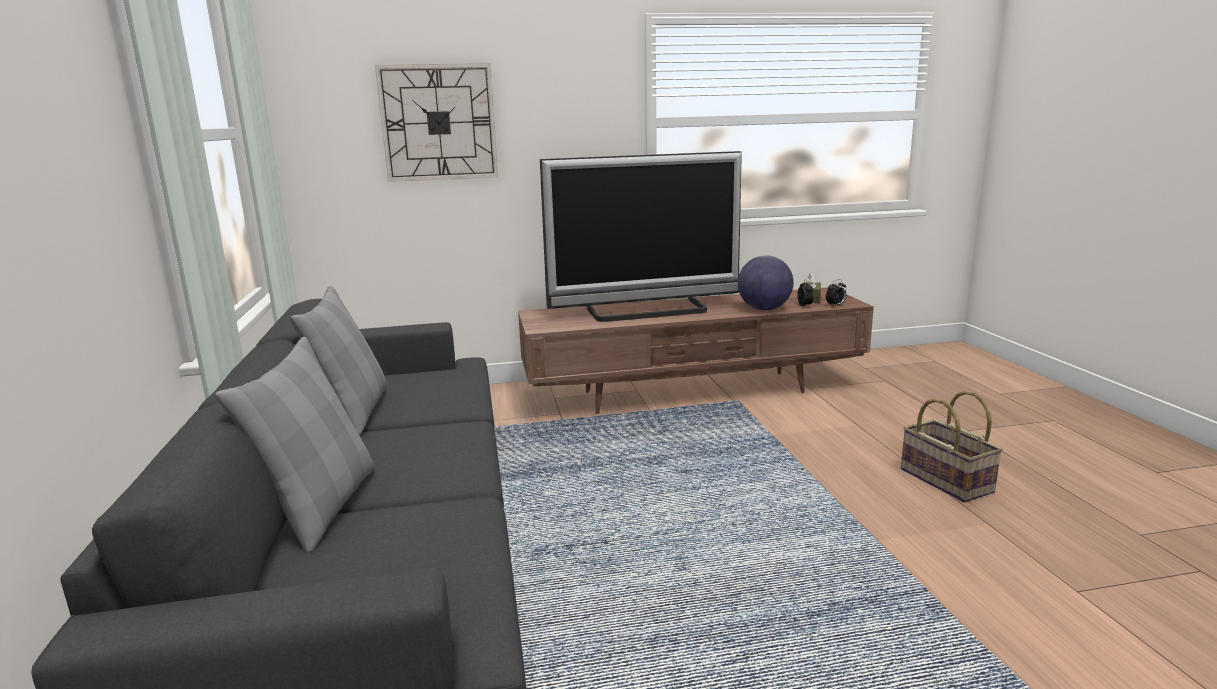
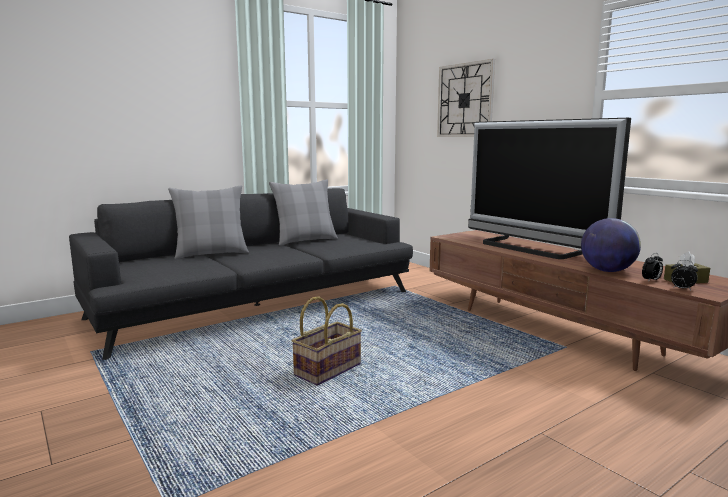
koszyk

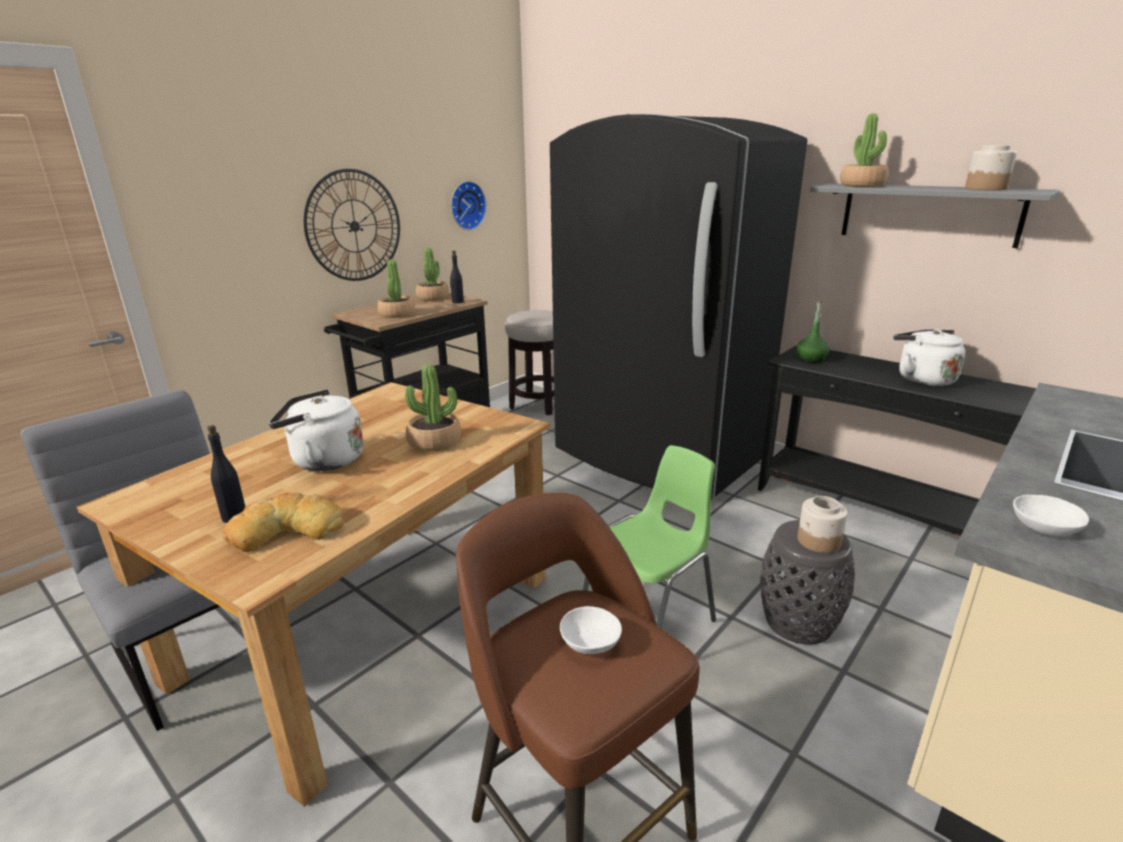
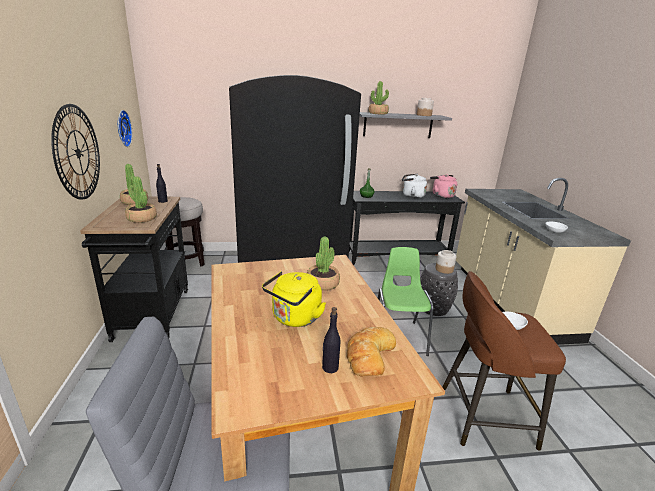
czajnik [żółty]; czajnik [różowy]

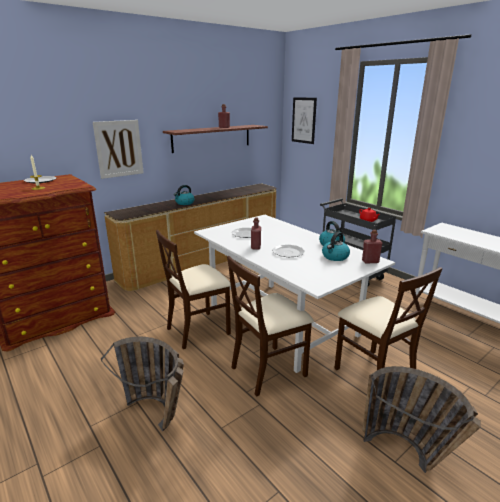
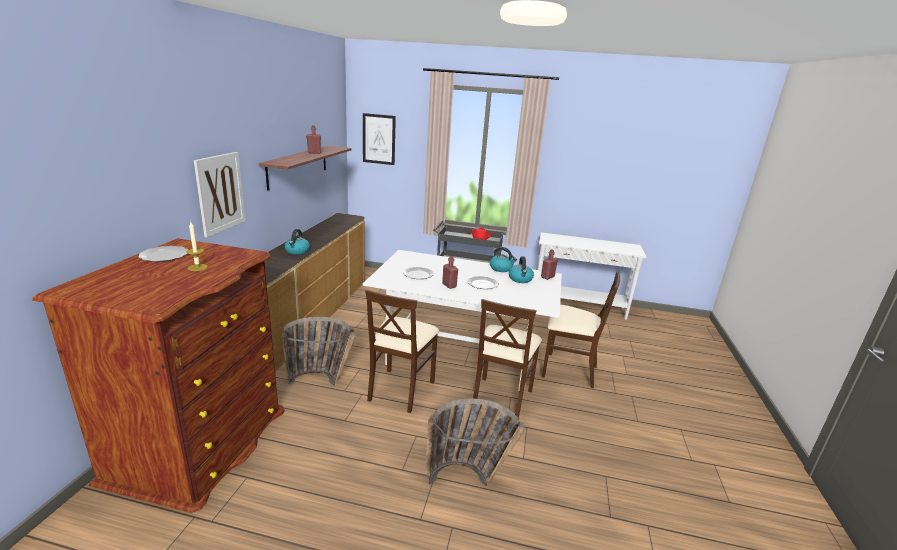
koszyk (1st from left)

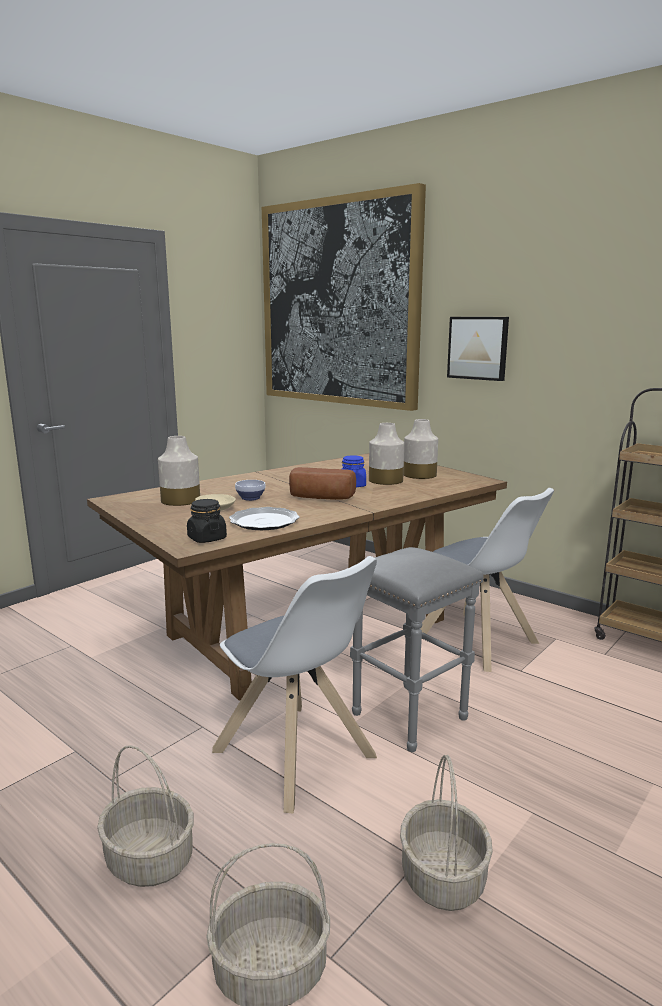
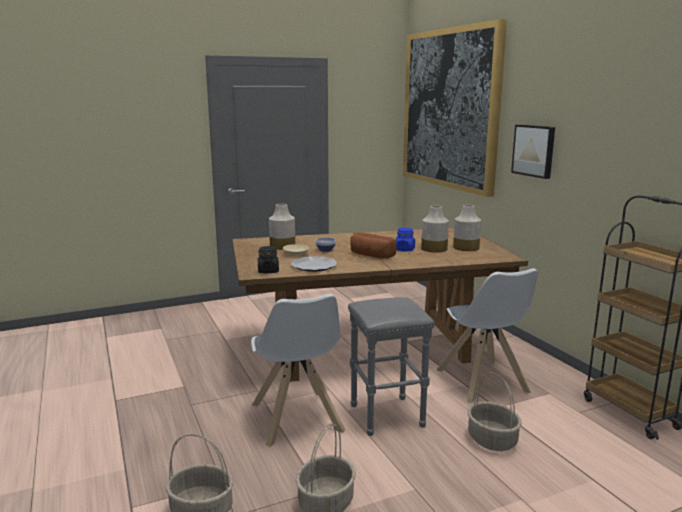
koszyk (3rd from left)

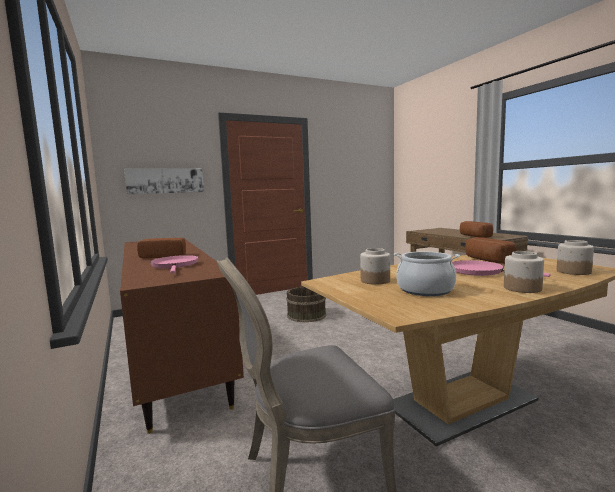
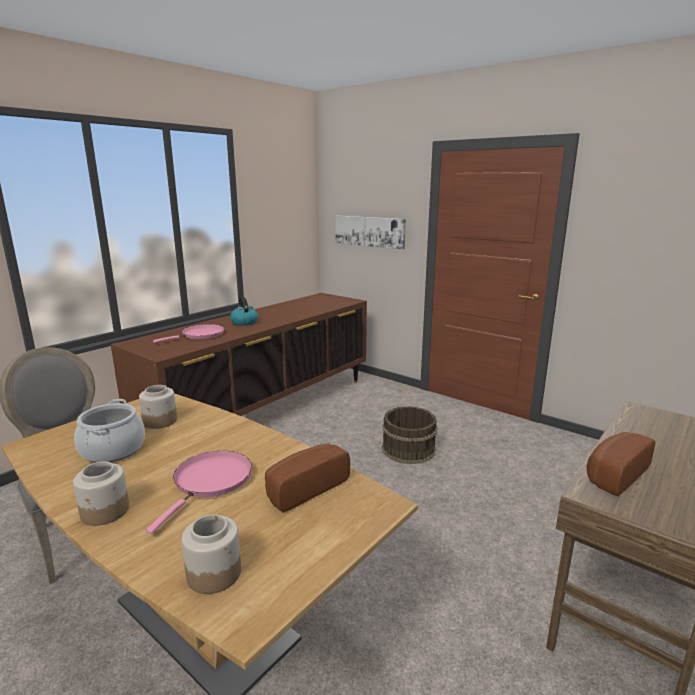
czajnik

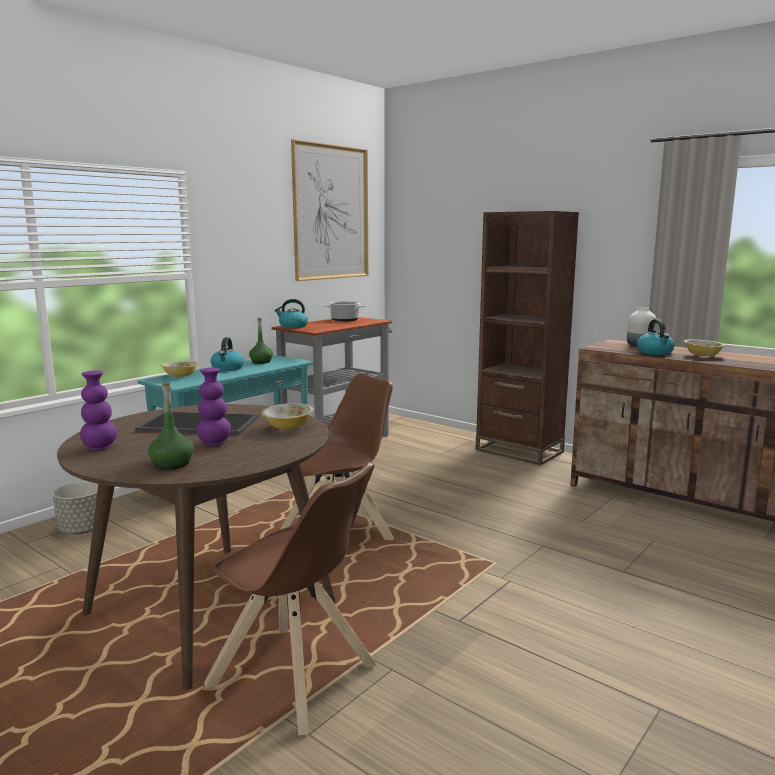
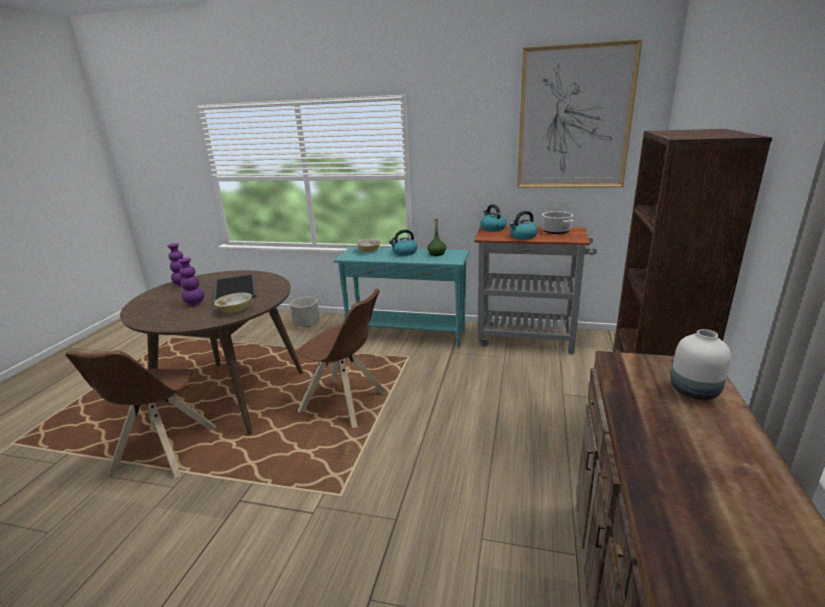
butelka [zielony] (1st from left in the first image); czajnik (3rd from left); miska (3rd from left in the first image)

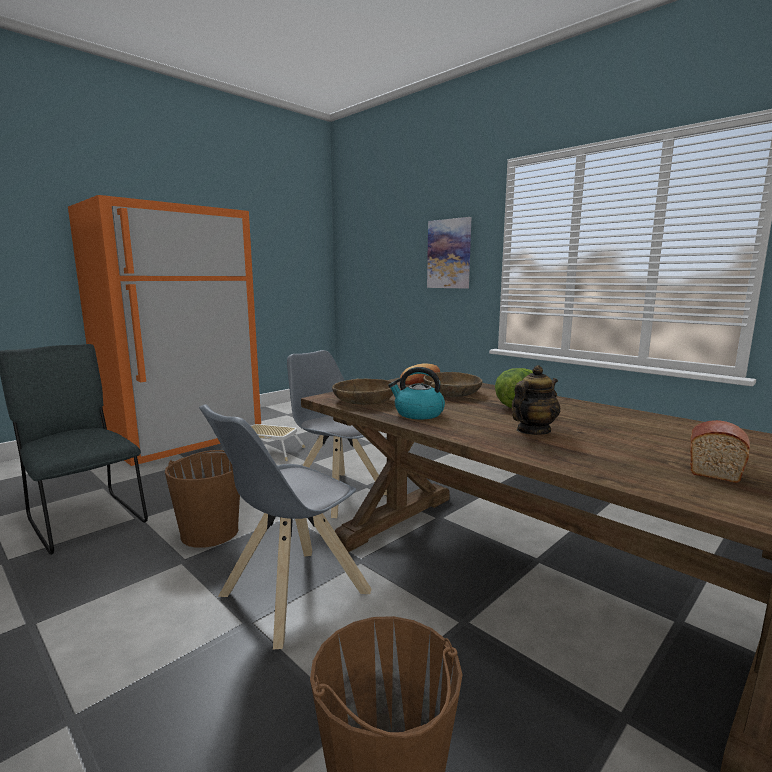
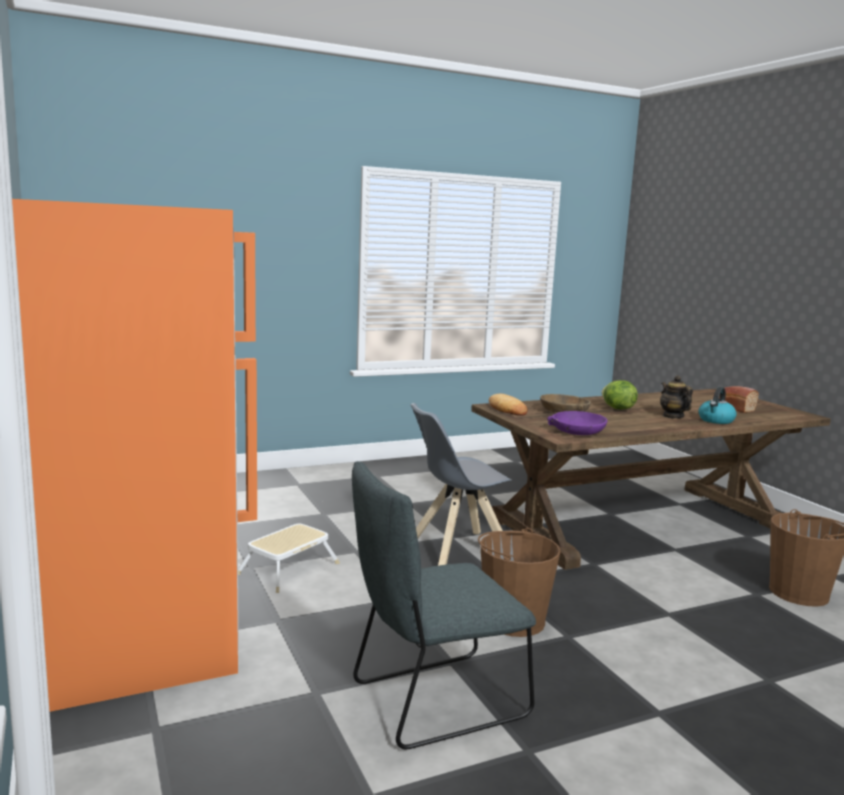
krzesło [szary] (2nd from left in the first image); miska [fioletowy]; czajnik; obraz

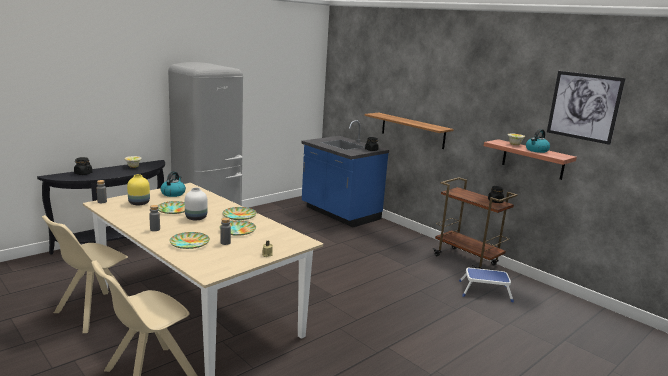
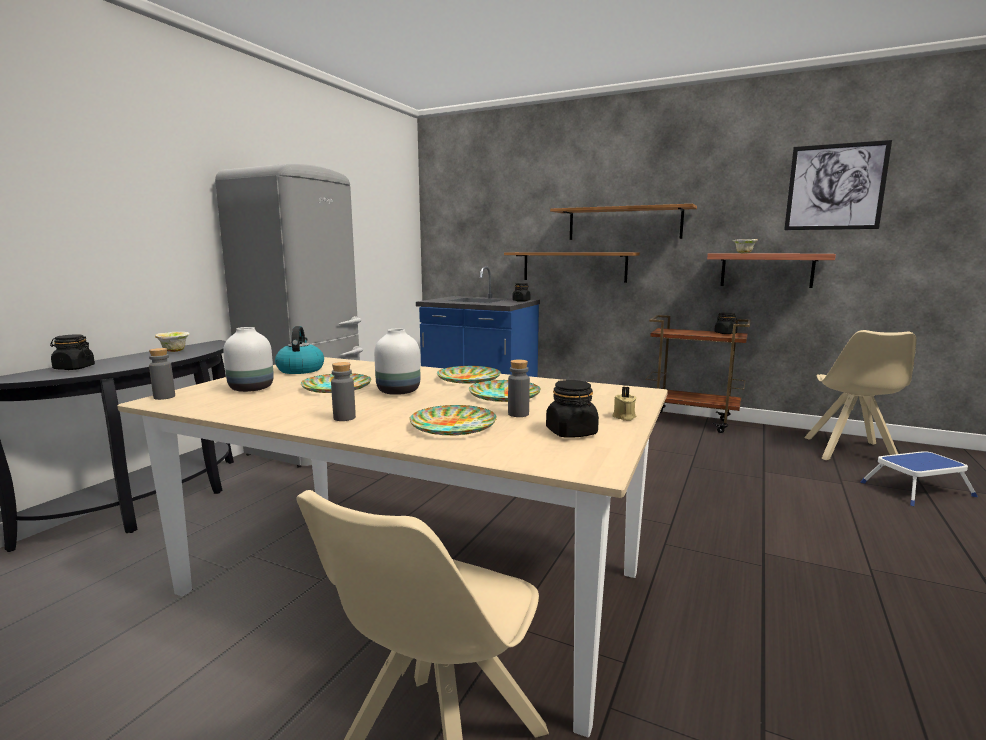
krzesło [beżowy] (2nd from left); wazon [biały] (1st from left); drabinka [niebieski]; czajnik (2nd from left in the first image); słoik [czarny] (3rd from left); półka (2nd from left)

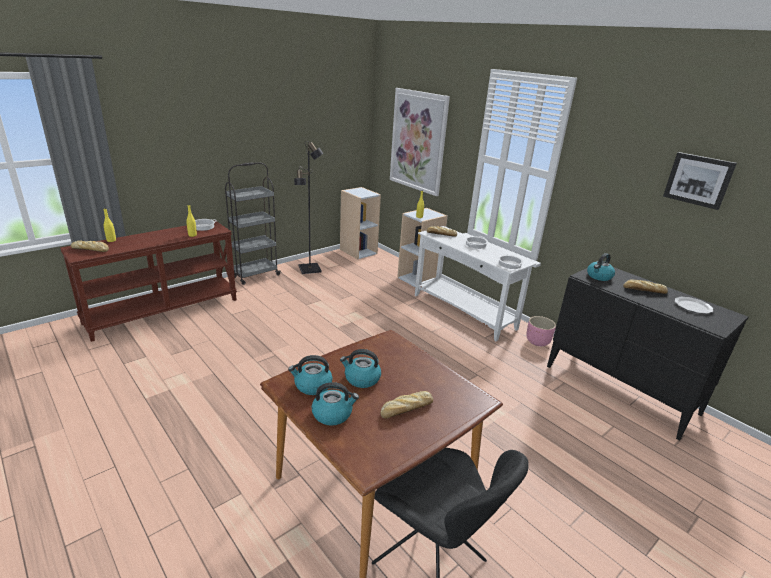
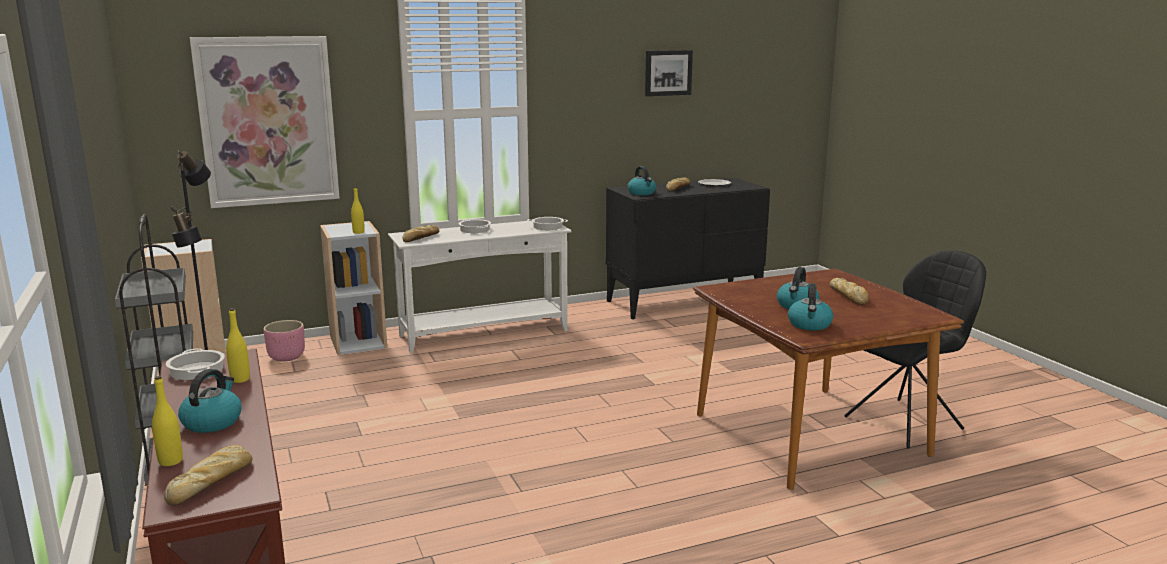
czajnik (1st from left); donica [różowy]

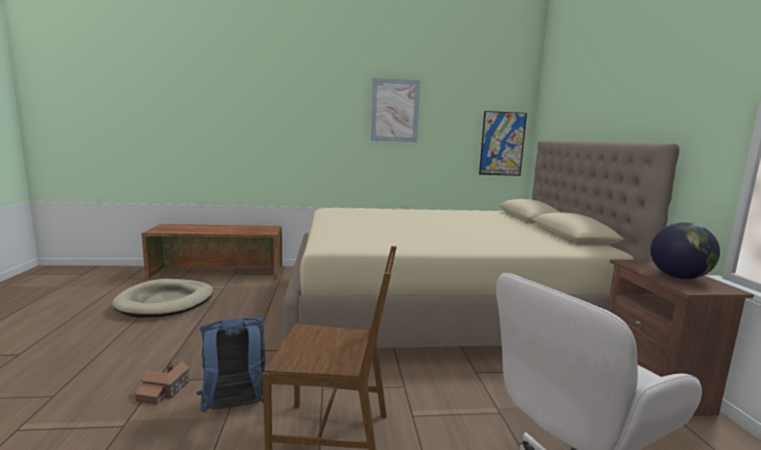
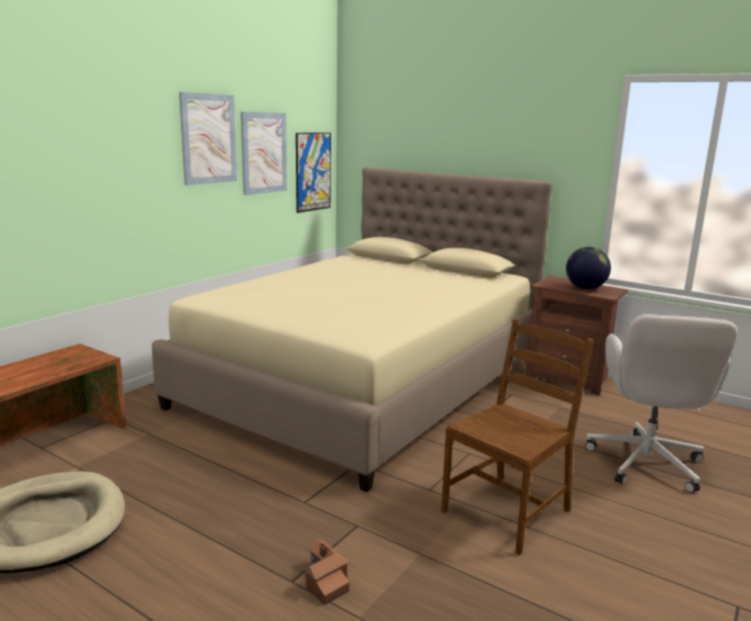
plecak [niebieski]; obraz (2nd from left)

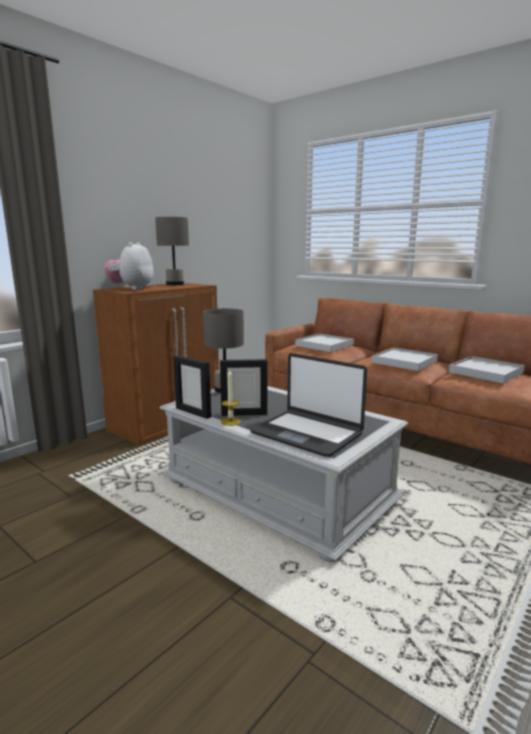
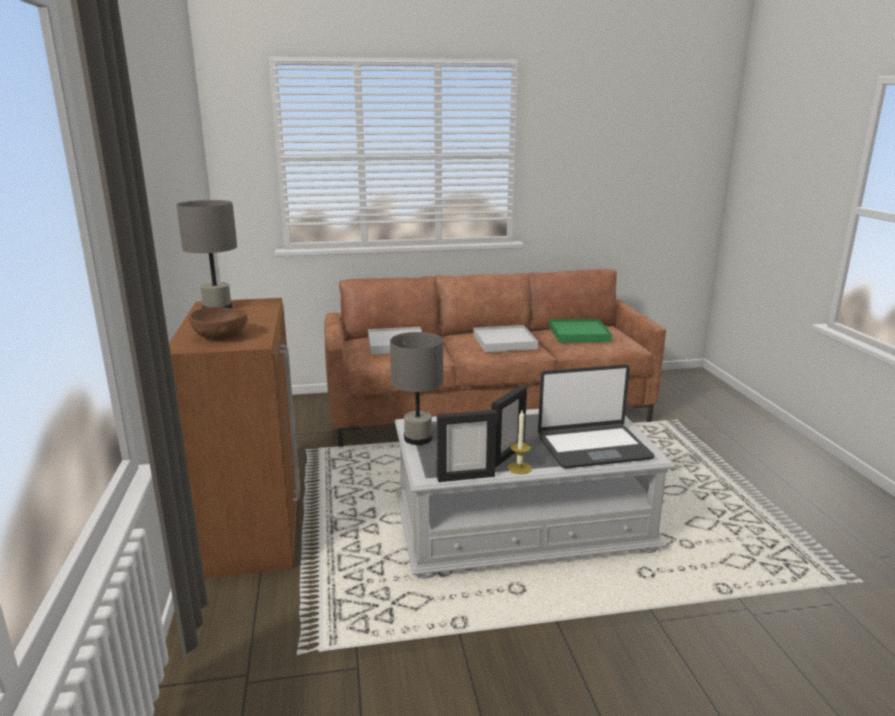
miska [brązowy]; taca [zielony]

